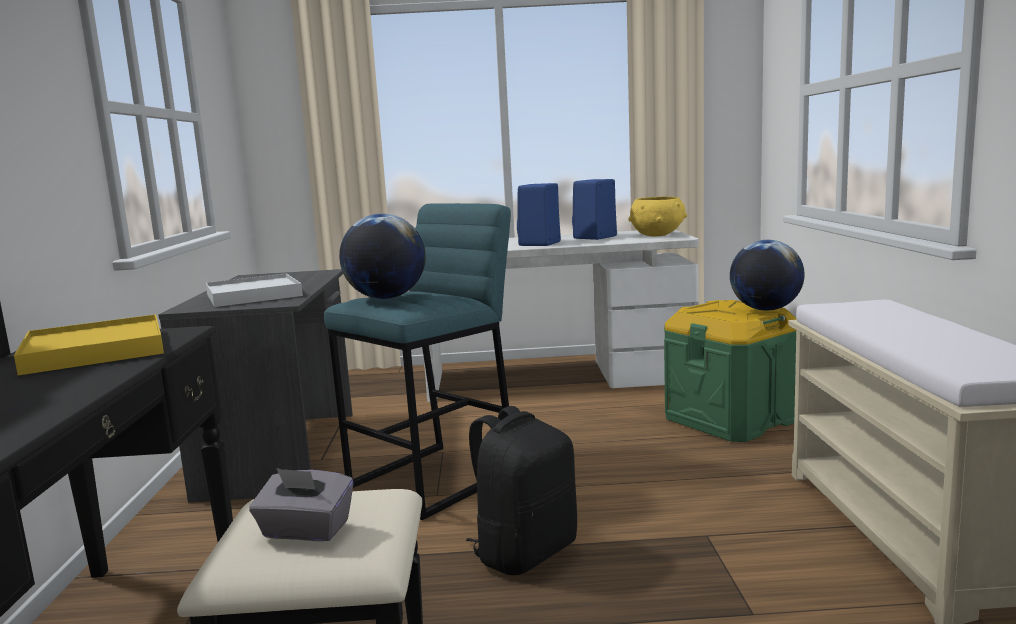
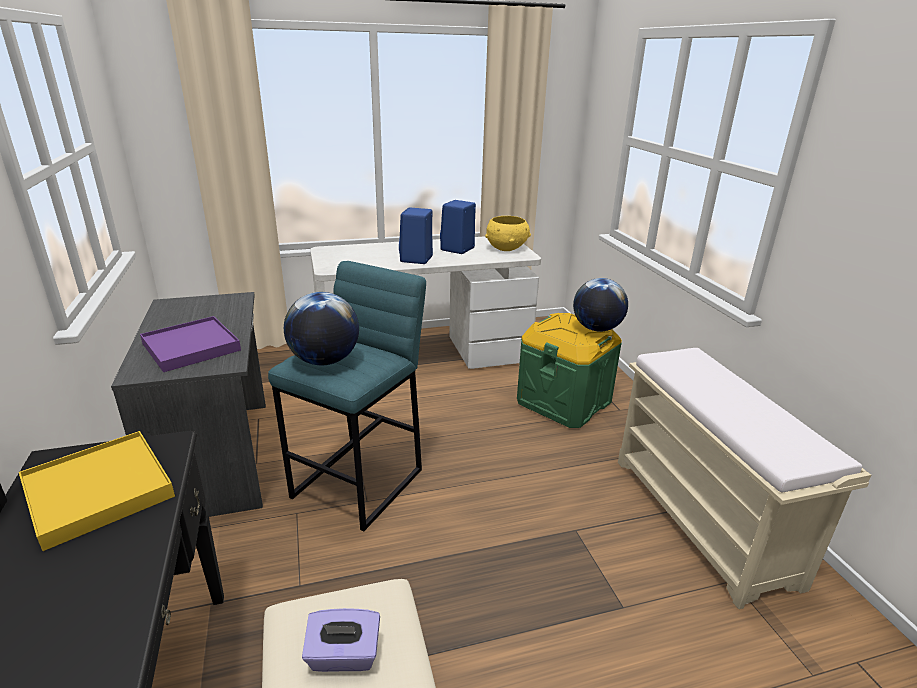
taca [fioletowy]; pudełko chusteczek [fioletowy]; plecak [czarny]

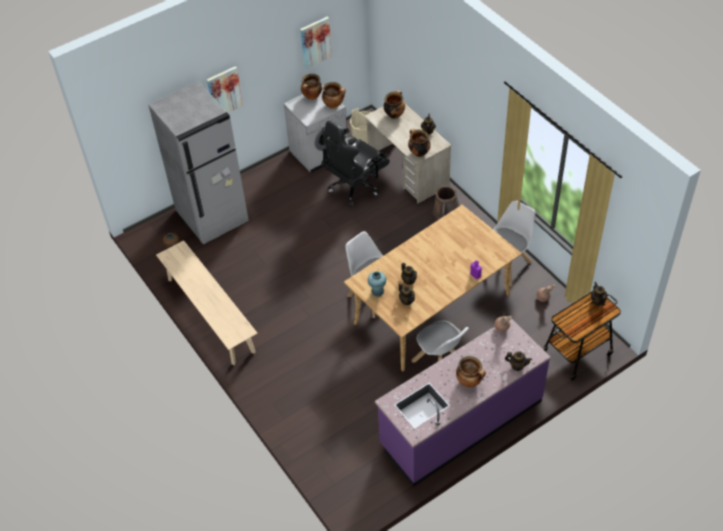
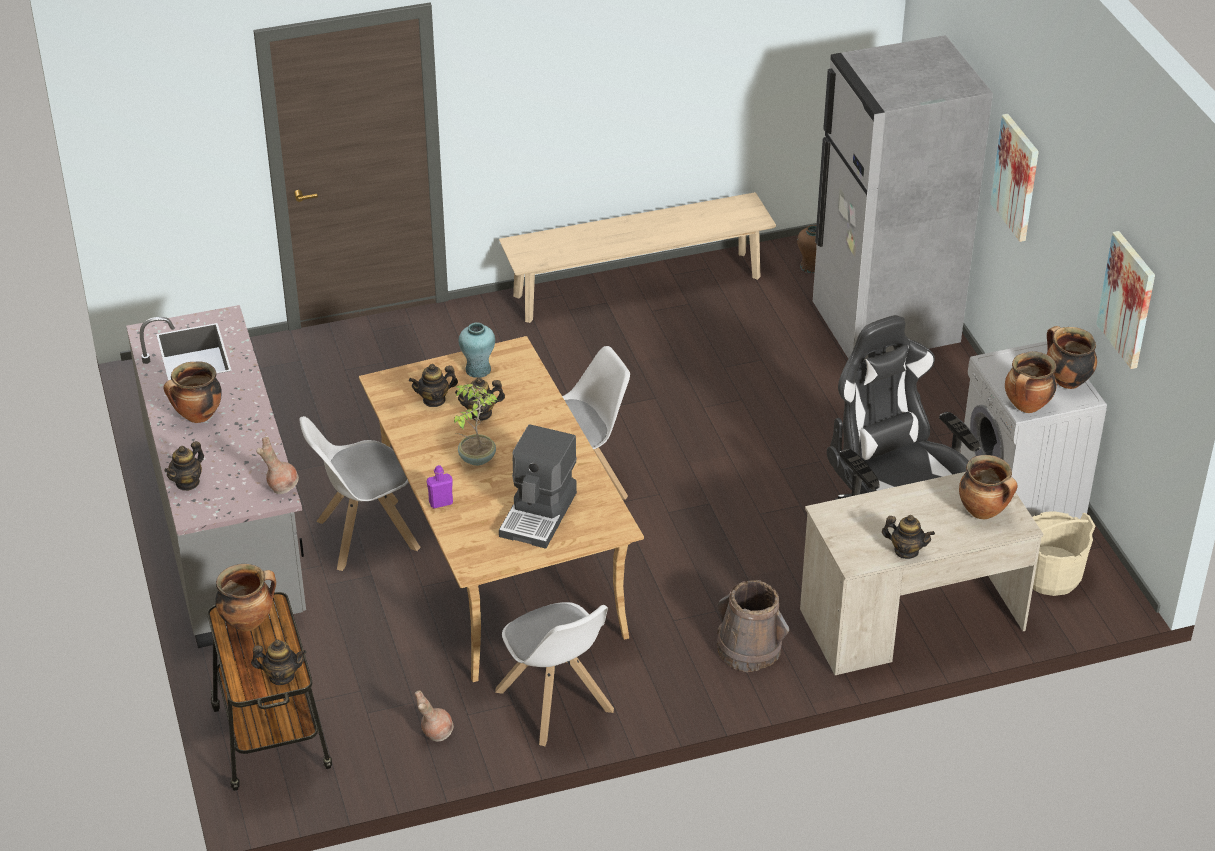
zabudowa kuchenna [szary]; garnek (2nd from left); roślina doniczkowa; ekspres do kawy

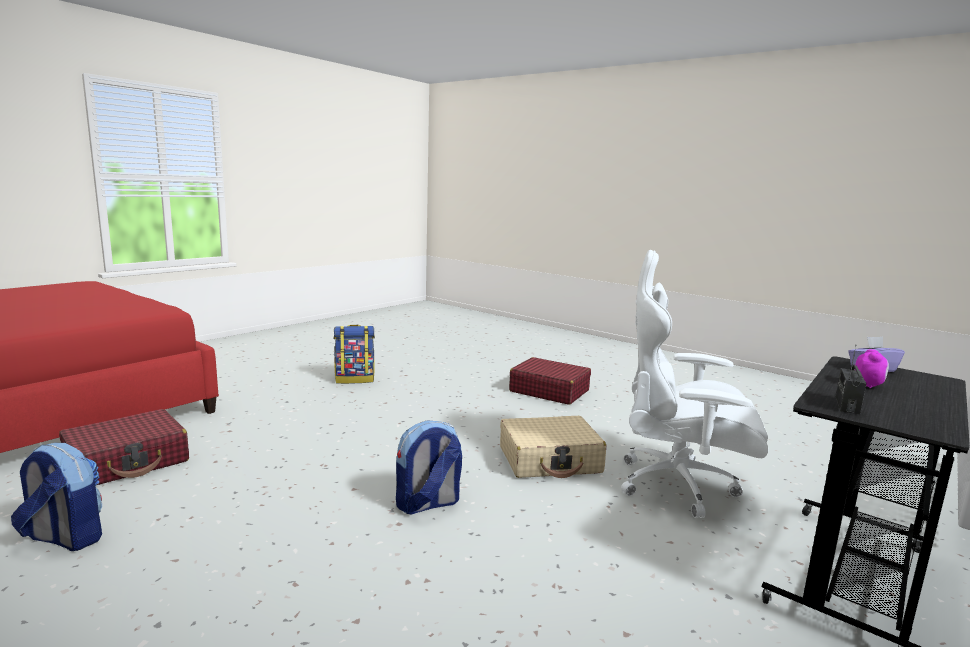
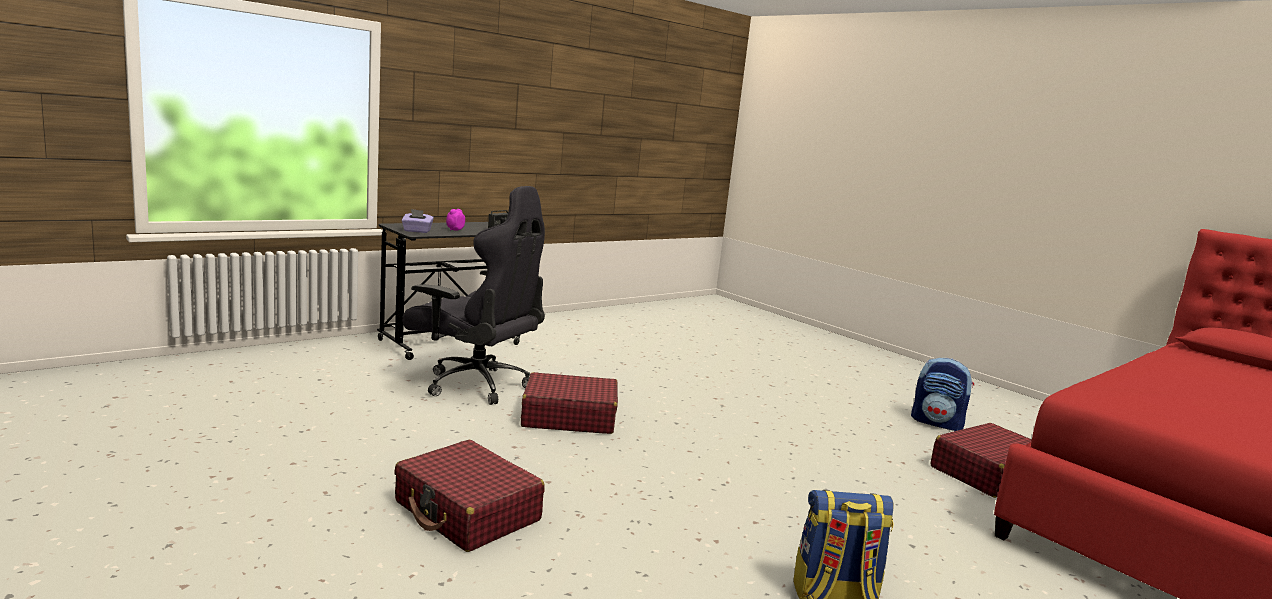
plecak (3rd from left in the first image); walizka [czerwony] (2nd from left); krzesło biurowe [czarny]

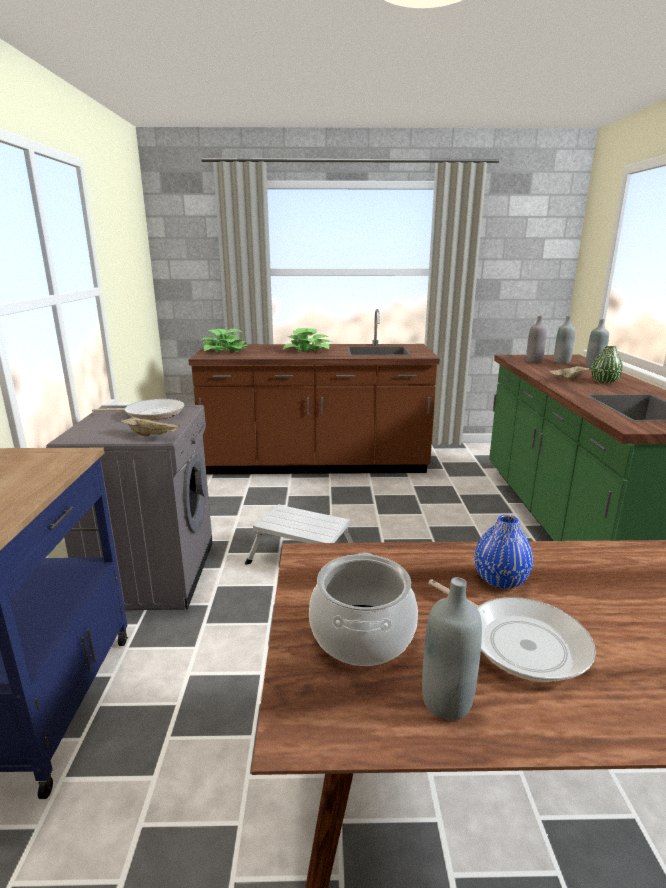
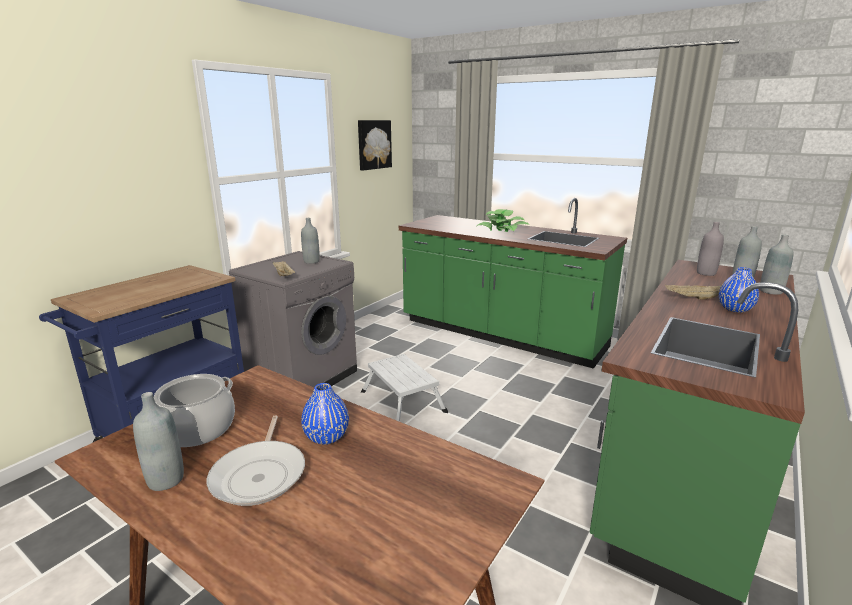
butelka [szary] (2nd from left); zabudowa kuchenna [zielony] (1st from left); roślina doniczkowa (1st from left in the first image); wazon [niebieski] (2nd from left); obraz

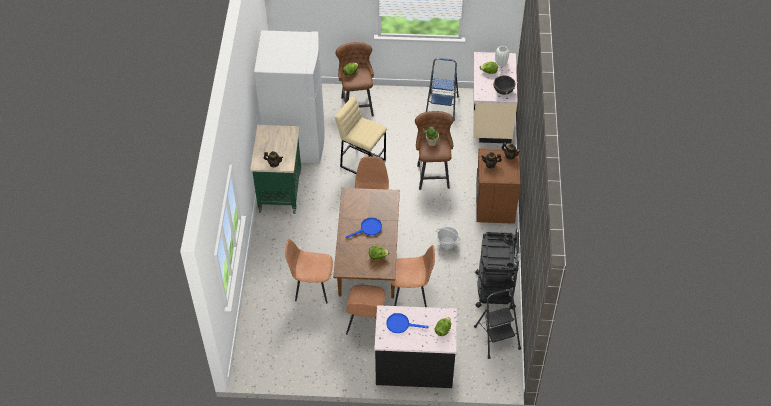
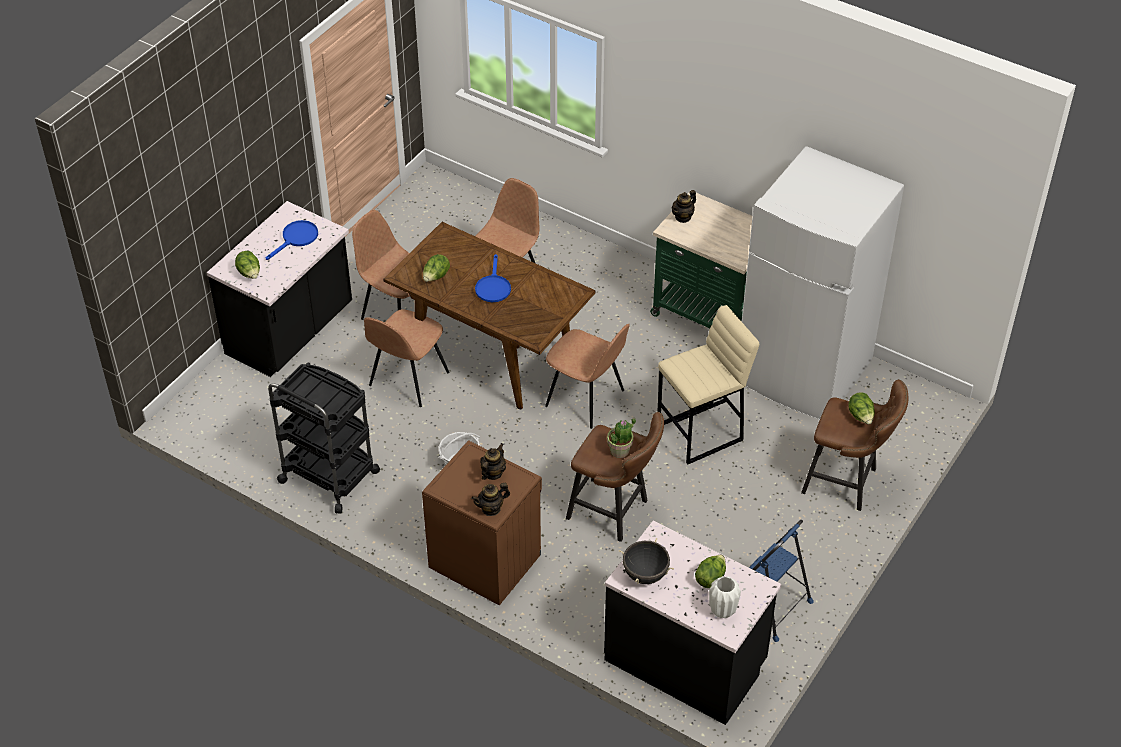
zabudowa kuchenna [czarny] (2nd from left); drabinka [czarny]

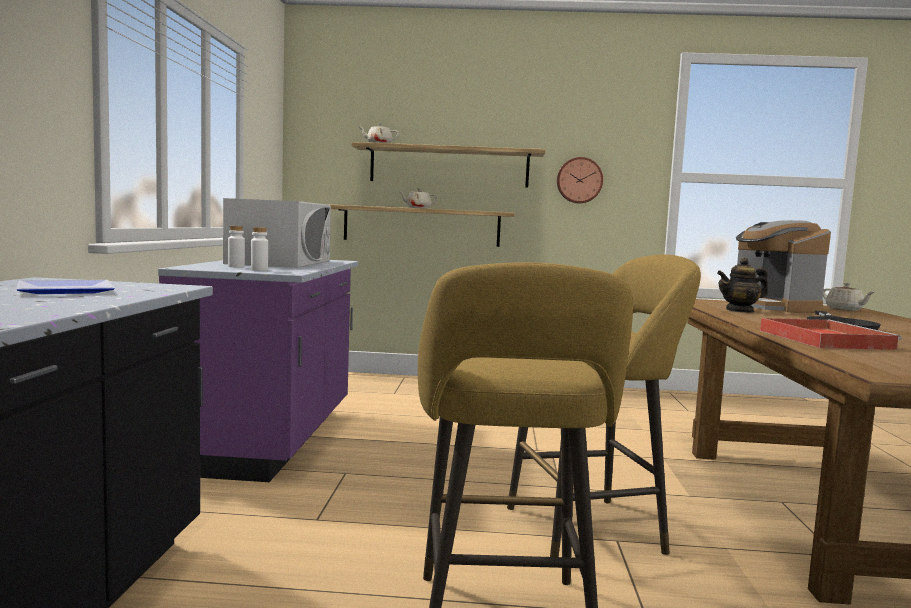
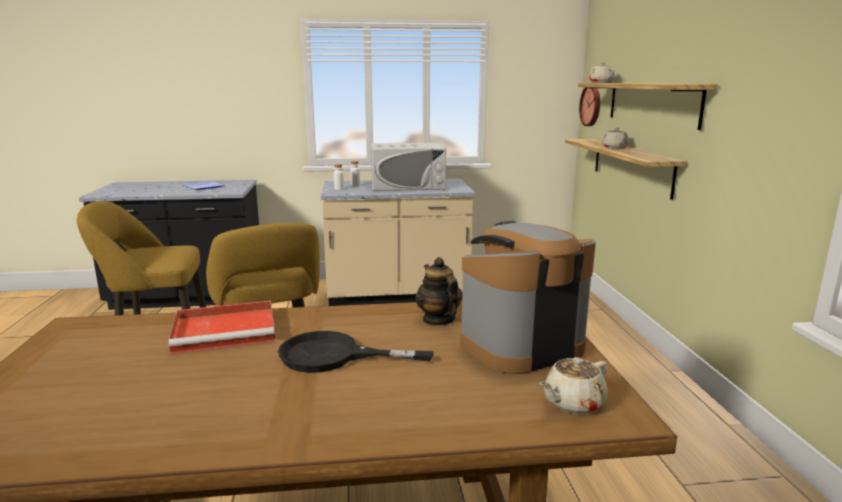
zabudowa kuchenna [beżowy]; zegar ścienny

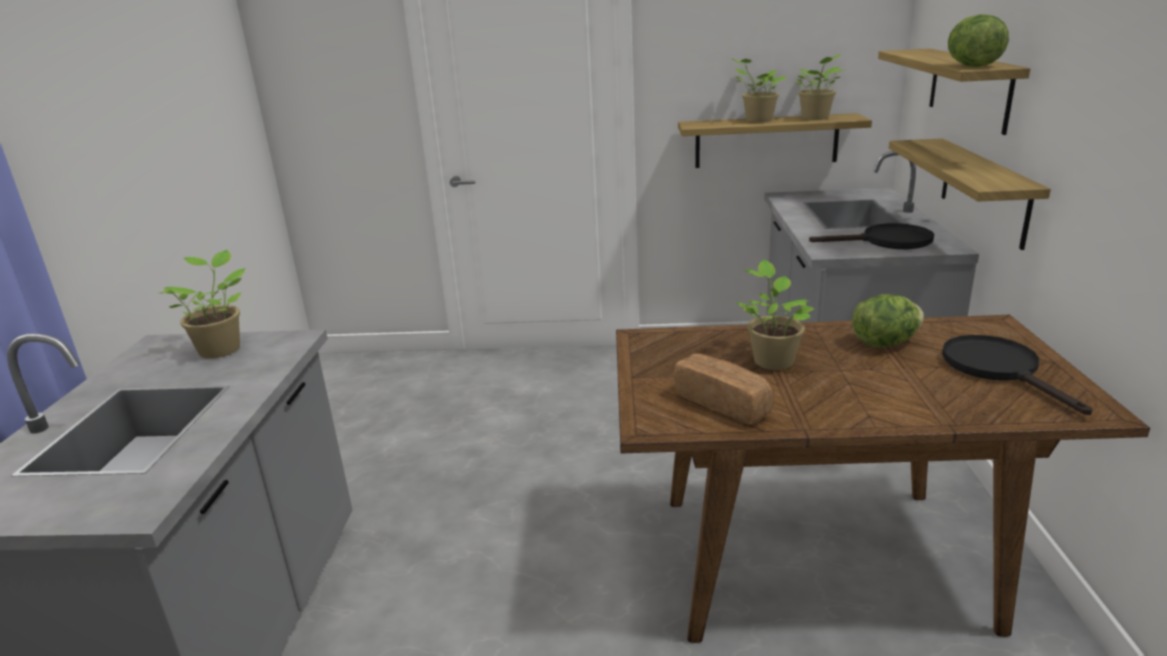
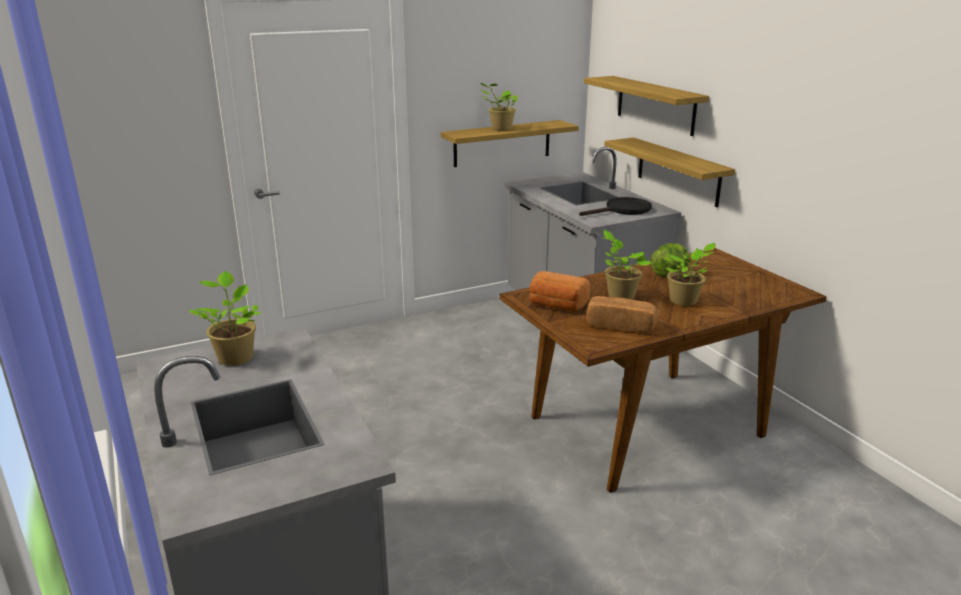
roślina doniczkowa (4th from left); patelnia [czarny] (2nd from left in the first image); sałata (2nd from left in the first image); chleb (1st from left)

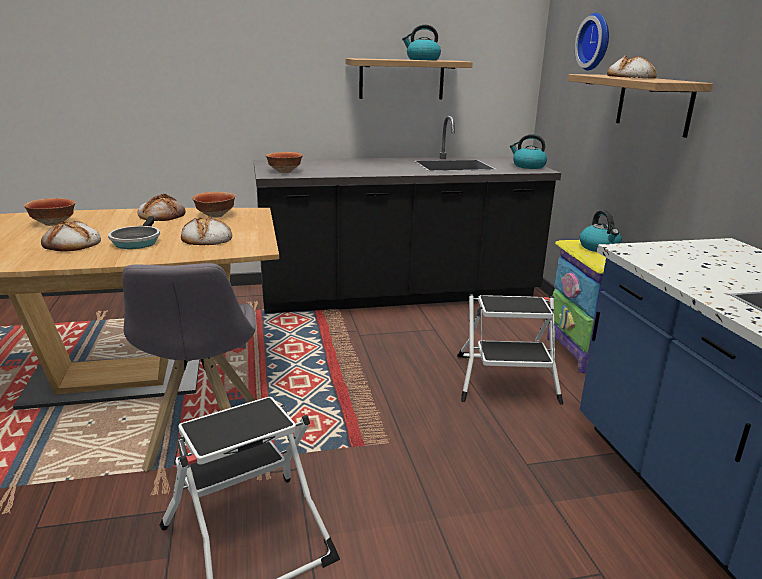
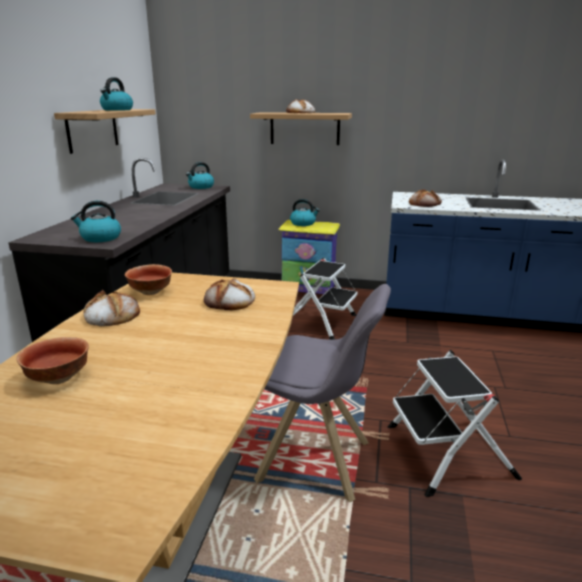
chleb (4th from left); patelnia; czajnik (1st from left); zegar ścienny

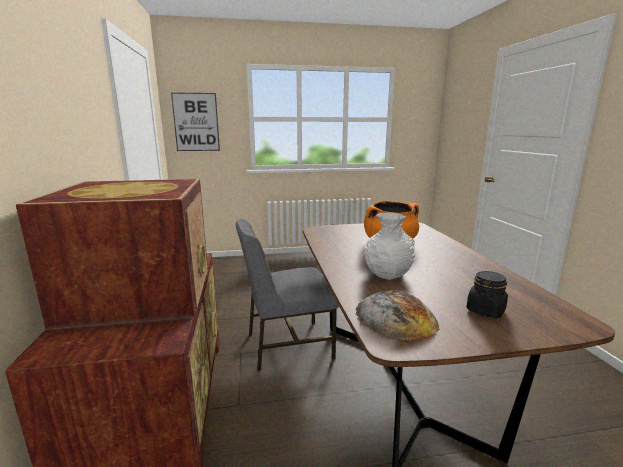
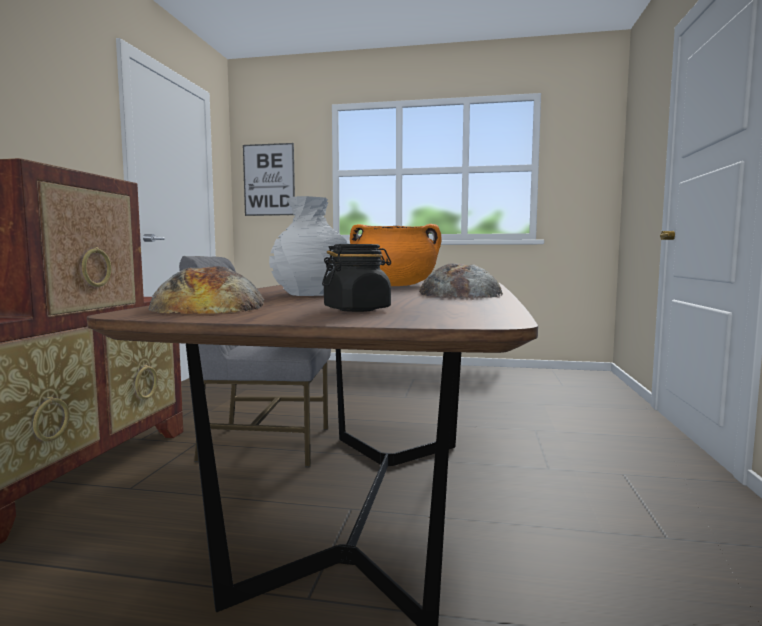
chleb (2nd from left)

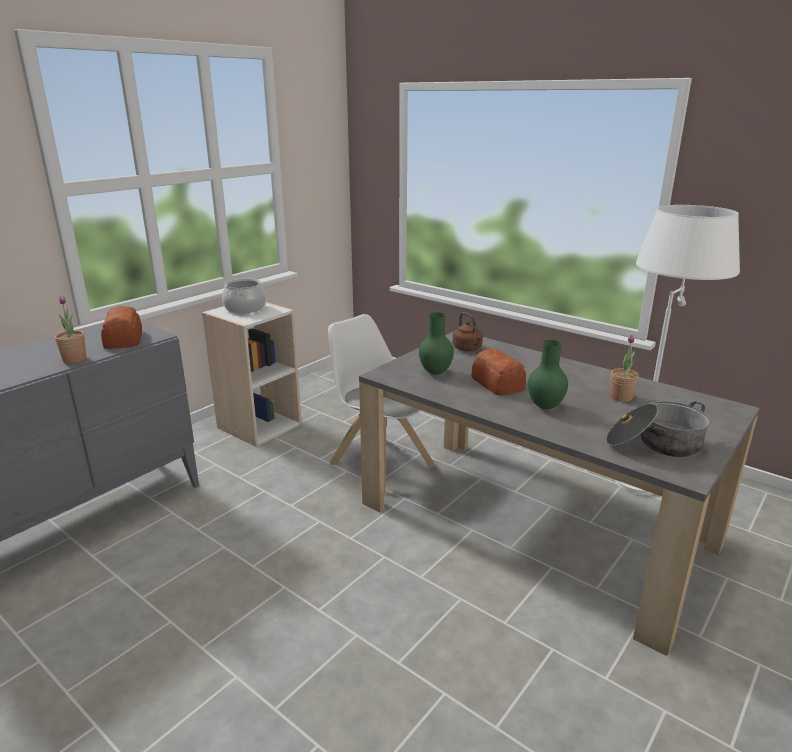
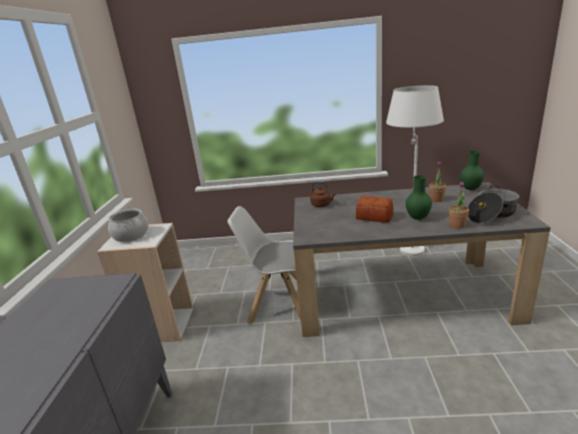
roślina doniczkowa (2nd from left); chleb (1st from left in the first image); wazon [zielony] (2nd from left)

